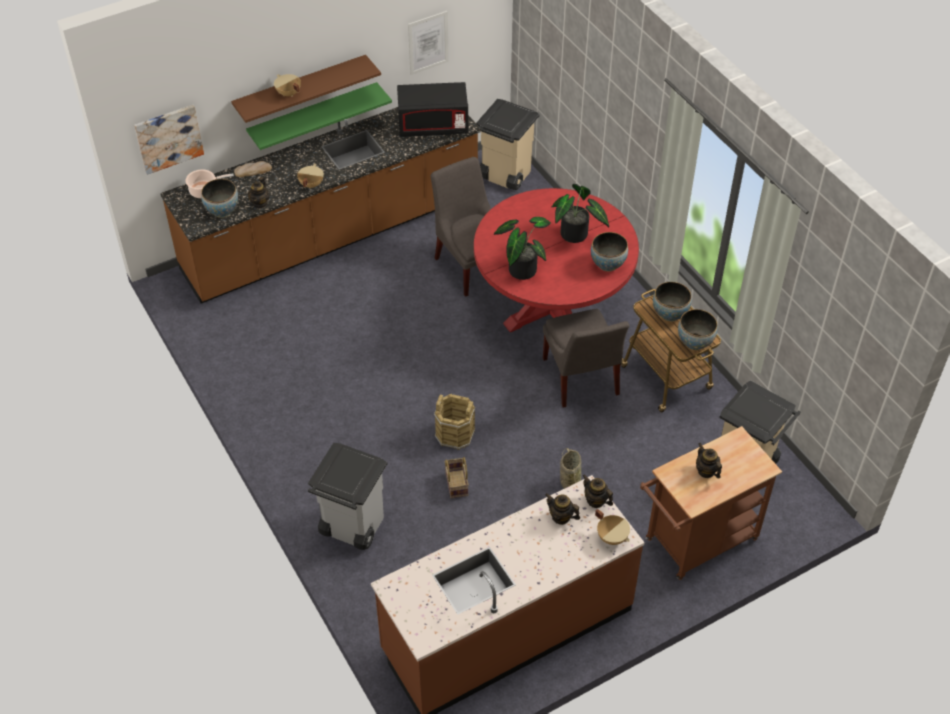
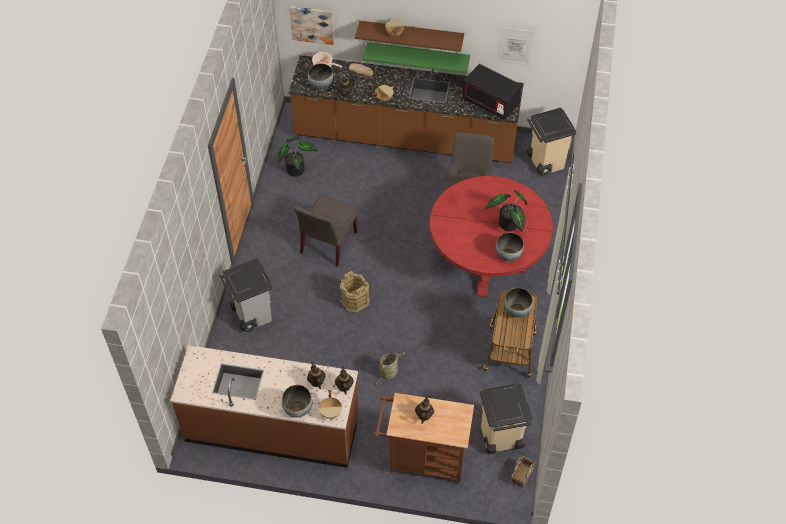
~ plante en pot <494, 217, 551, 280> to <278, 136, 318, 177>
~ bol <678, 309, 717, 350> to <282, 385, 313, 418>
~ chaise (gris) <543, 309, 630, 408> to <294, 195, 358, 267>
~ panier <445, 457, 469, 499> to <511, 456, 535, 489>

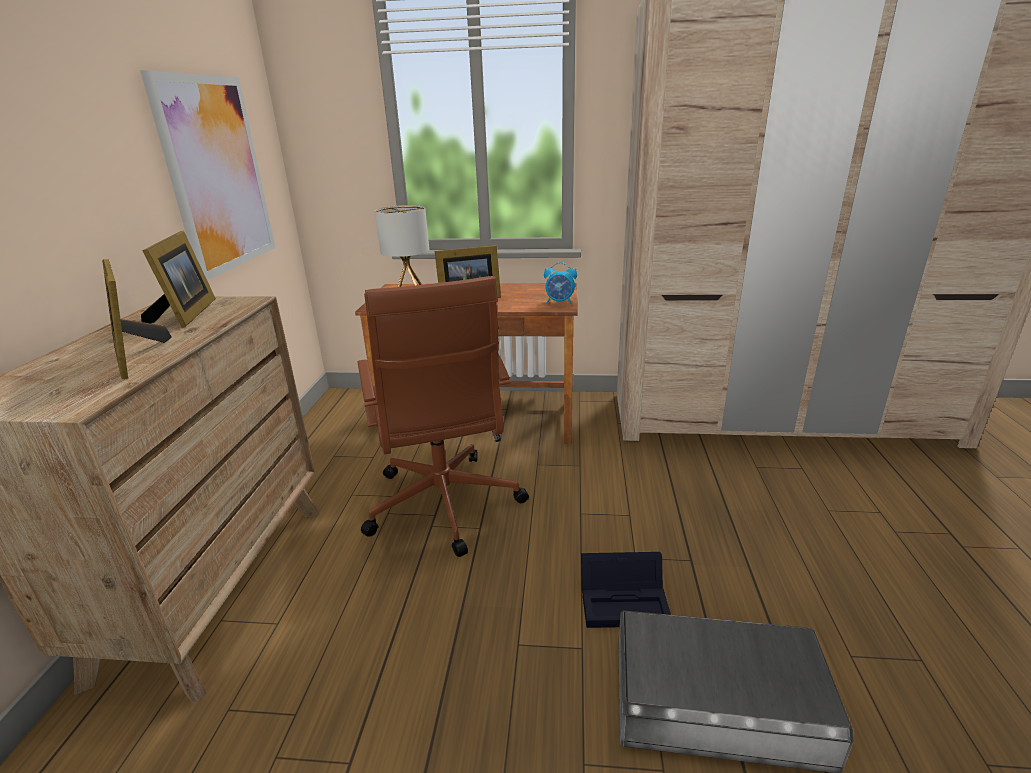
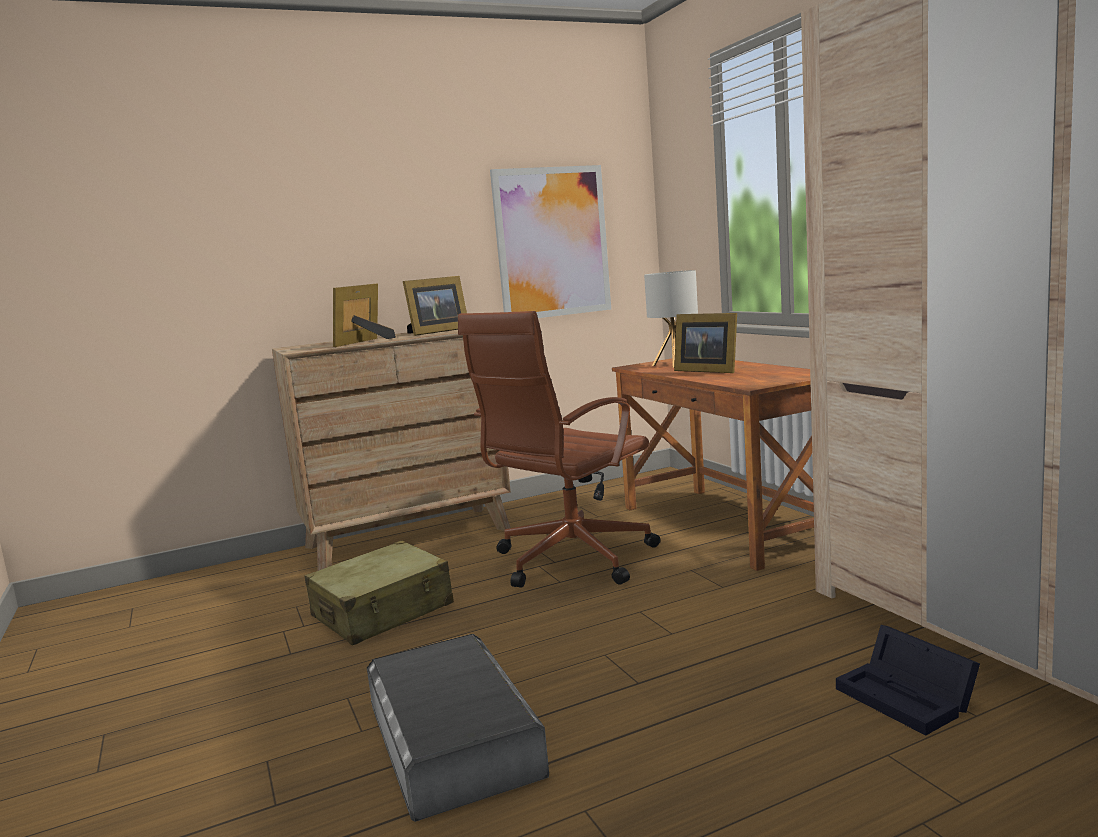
+ valise (beige) <304, 541, 454, 645>
~ boîte de rangement (noir) <581, 552, 671, 628> to <836, 625, 980, 736>
- réveil <544, 262, 577, 304>

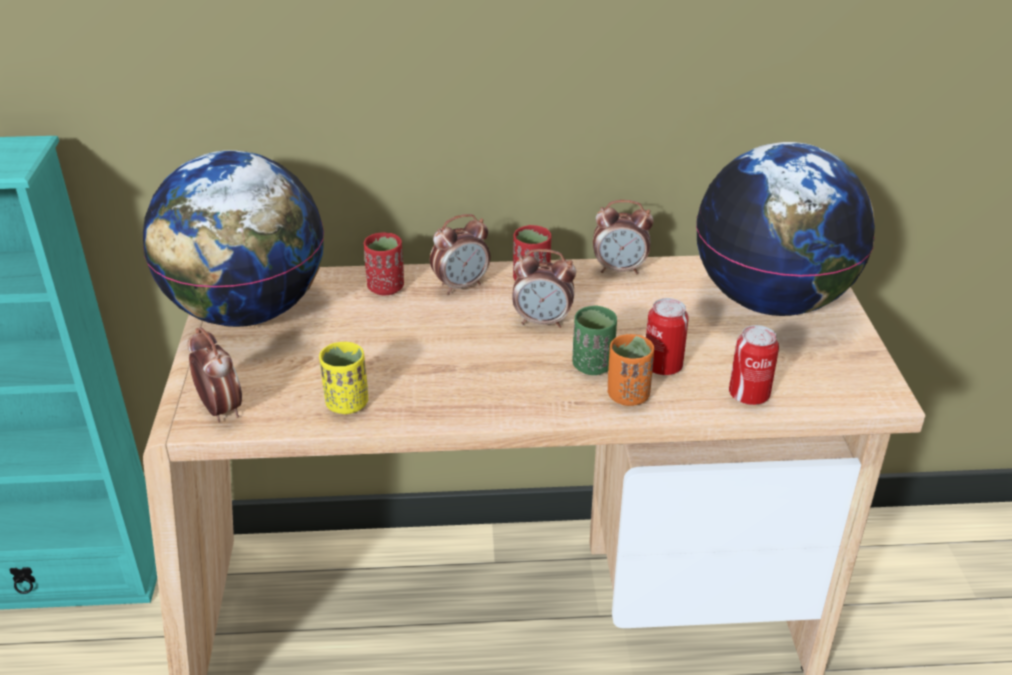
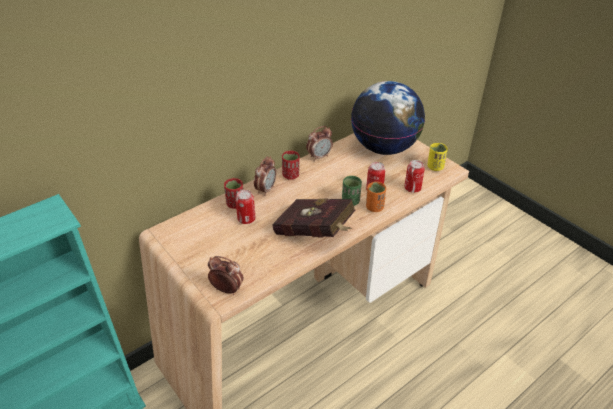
+ boîte métallique <235, 190, 255, 224>
+ livre (rouge) <272, 199, 355, 238>
~ tasse (jaune) <319, 342, 368, 414> to <427, 143, 448, 171>
- globe <143, 150, 324, 327>
- réveil <512, 249, 576, 328>

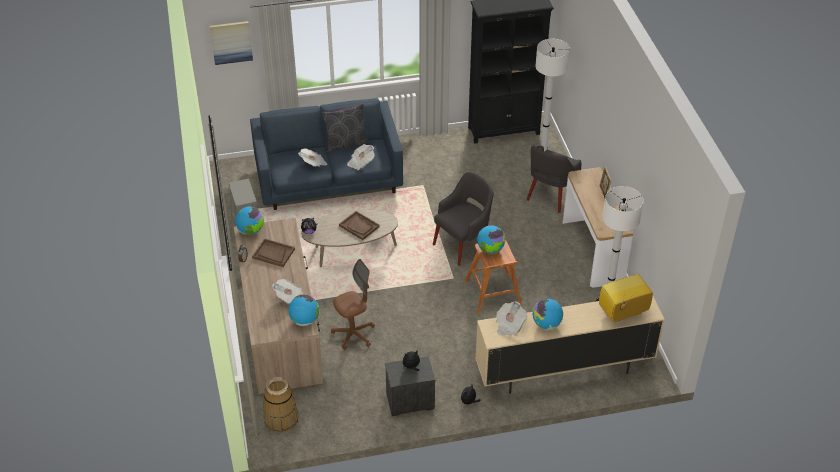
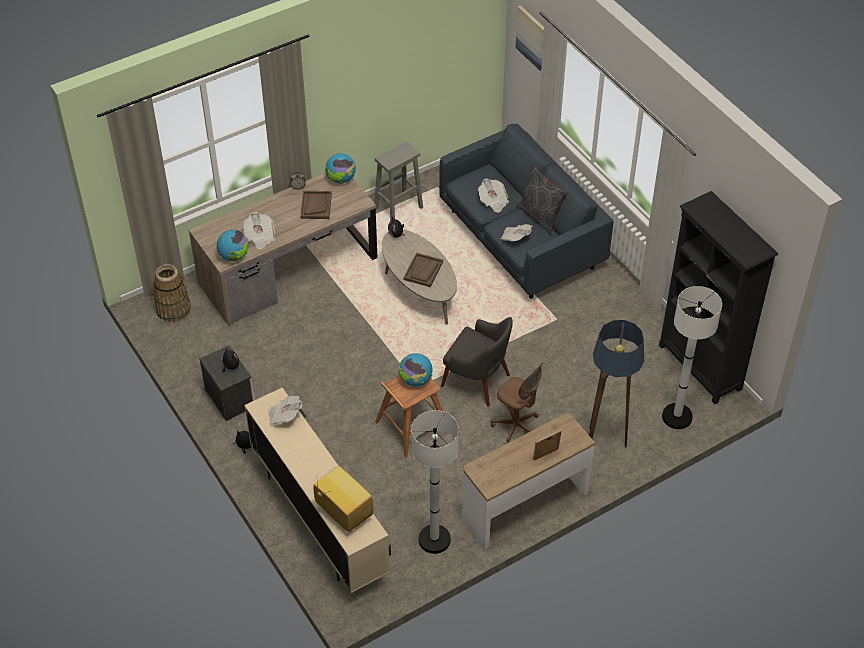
~ chaise de bureau (marron) <331, 259, 375, 350> to <490, 363, 543, 444>
~ fauteuil (gris) <526, 145, 581, 213> to lampadaire <589, 320, 644, 447>
- globe <532, 299, 563, 330>

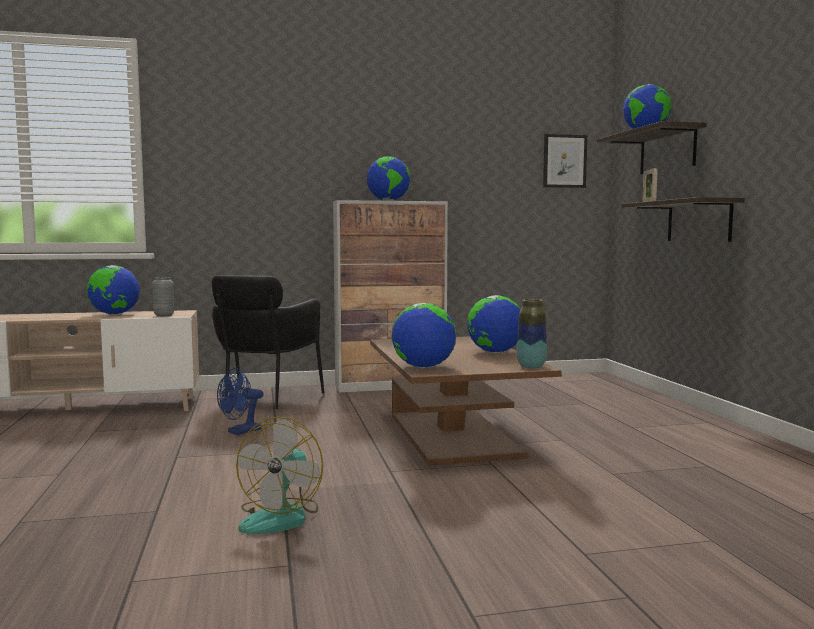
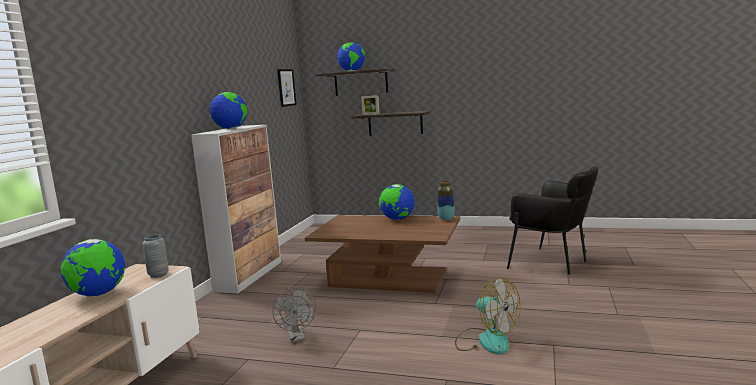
~ ventilateur (bleu) <217, 368, 264, 435> to ventilateur (gris) <272, 288, 316, 343>
~ fauteuil (noir) <212, 275, 325, 409> to <507, 166, 598, 275>
- globe <391, 303, 456, 368>

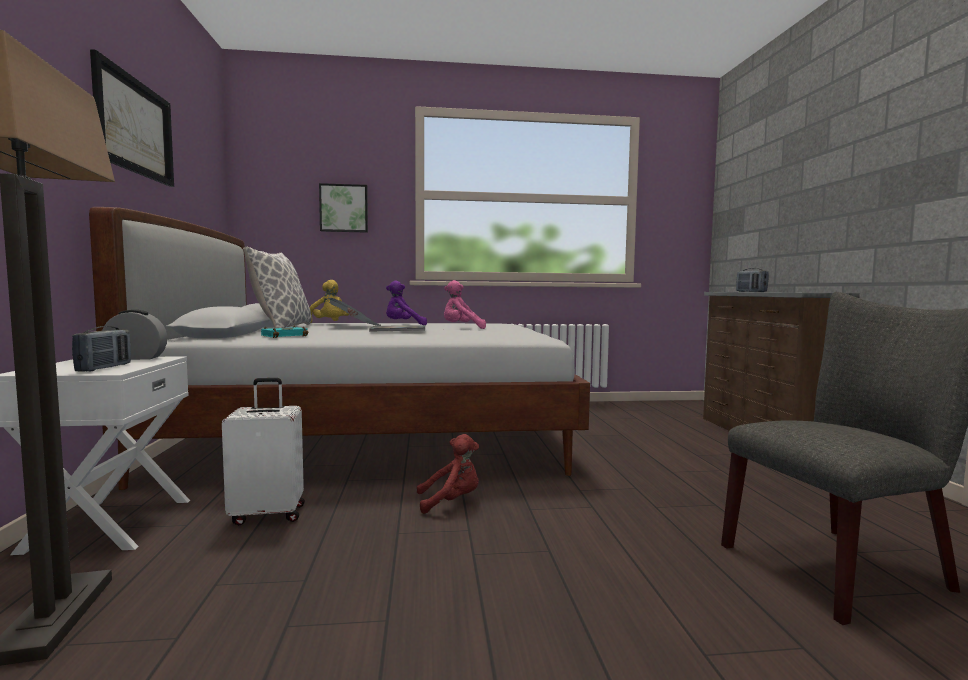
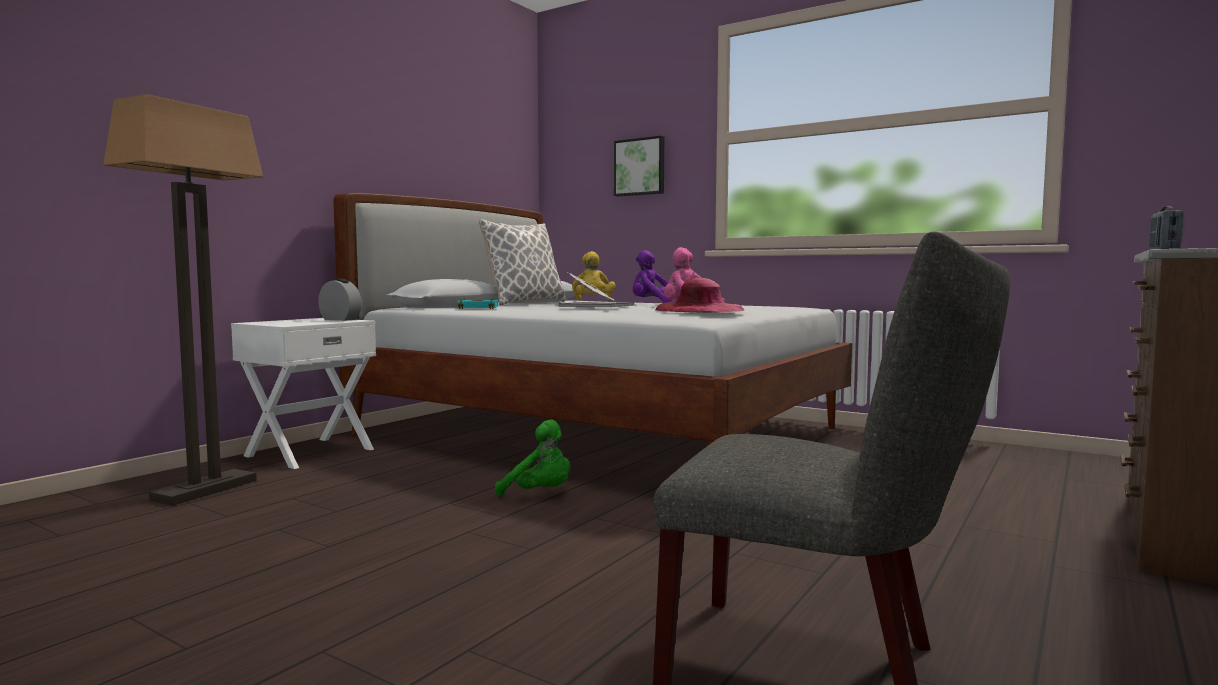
~ peluche (rouge) <417, 434, 479, 514> to peluche (vert) <495, 419, 571, 496>
+ chapeau (rose) <655, 278, 744, 312>
- radio <72, 326, 131, 372>
- tableau <90, 49, 174, 187>
- valise (blanc) <222, 378, 305, 525>

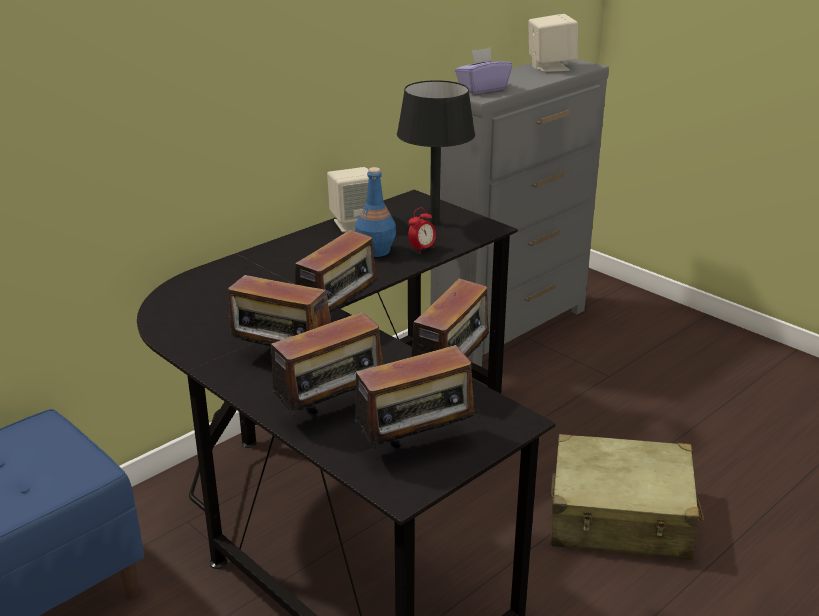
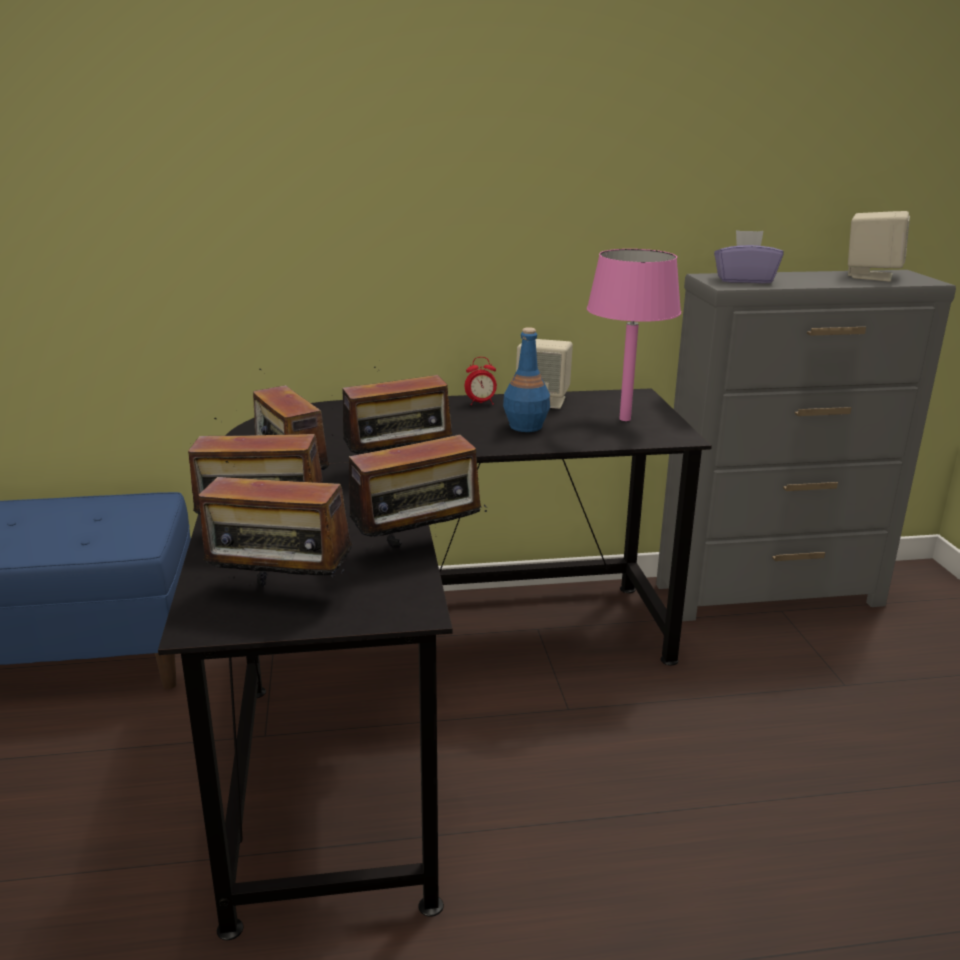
~ réveil <408, 208, 436, 254> to <465, 357, 497, 406>
~ lampe de table (noir) <397, 80, 475, 225> to lampe de table (rose) <587, 249, 681, 421>
- valise (beige) <550, 434, 704, 560>

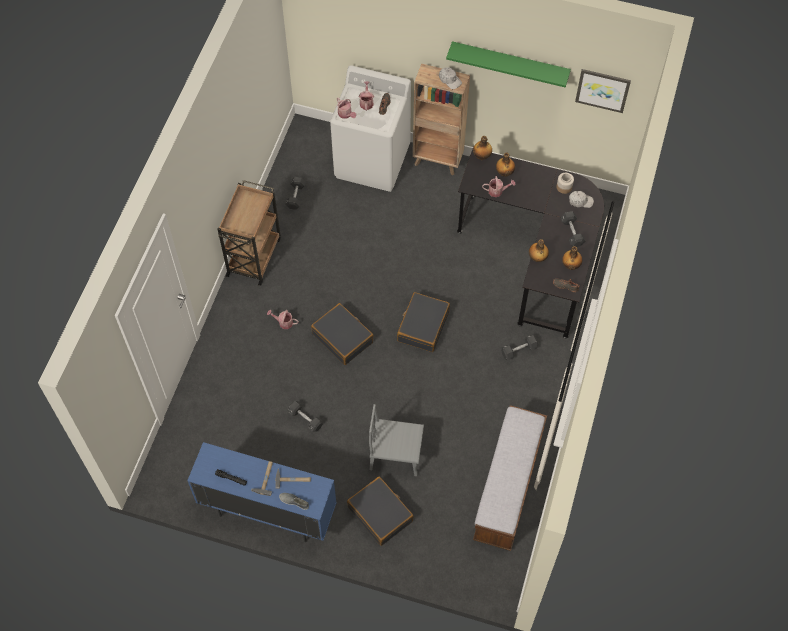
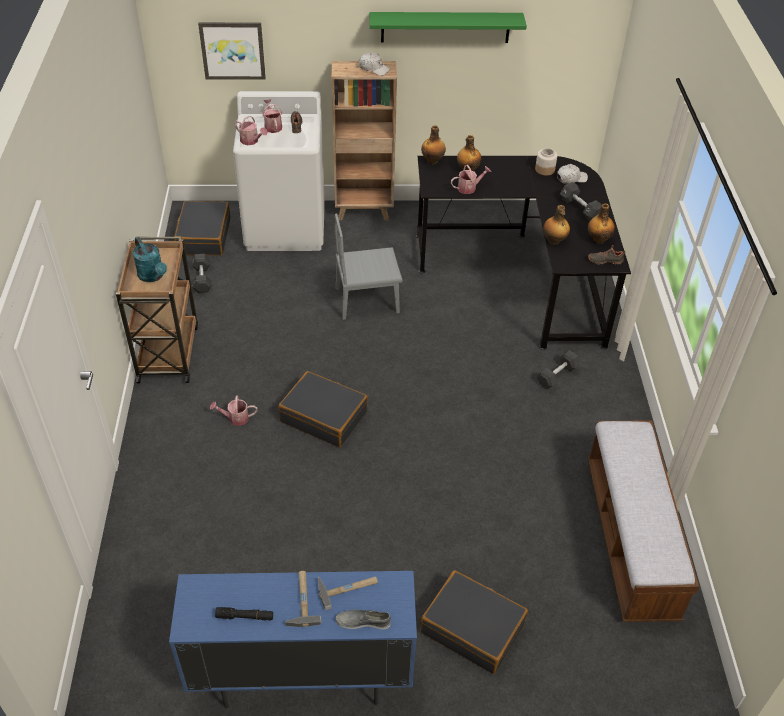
+ arrosoir (turquoise) <133, 237, 167, 282>
~ valise (noir) <397, 292, 450, 352> to <174, 201, 230, 256>
~ tableau <575, 69, 631, 113> to <198, 22, 266, 80>
~ chaise (gris) <369, 404, 424, 476> to <335, 213, 403, 320>
- haltère (noir) <288, 401, 323, 432>

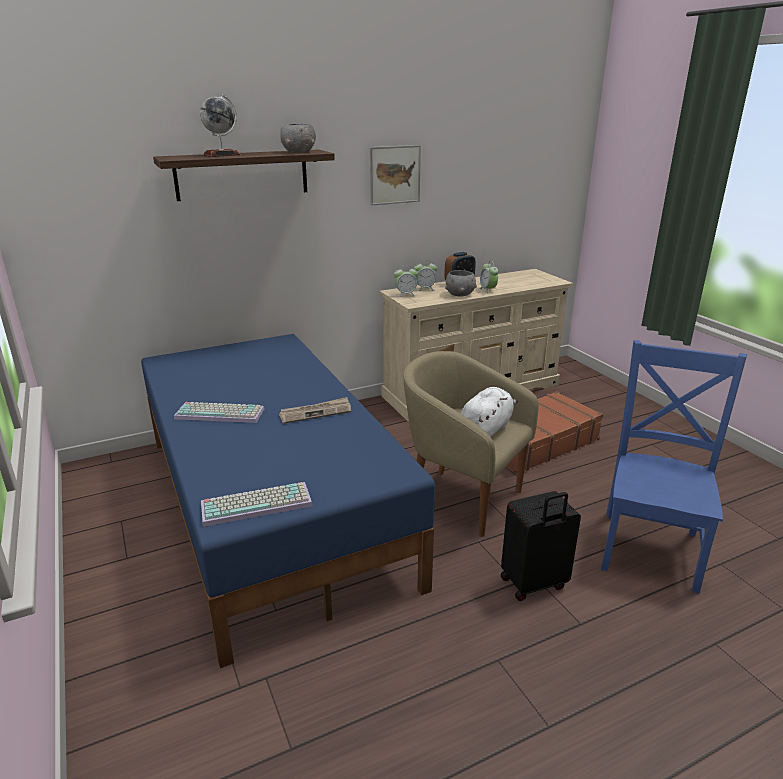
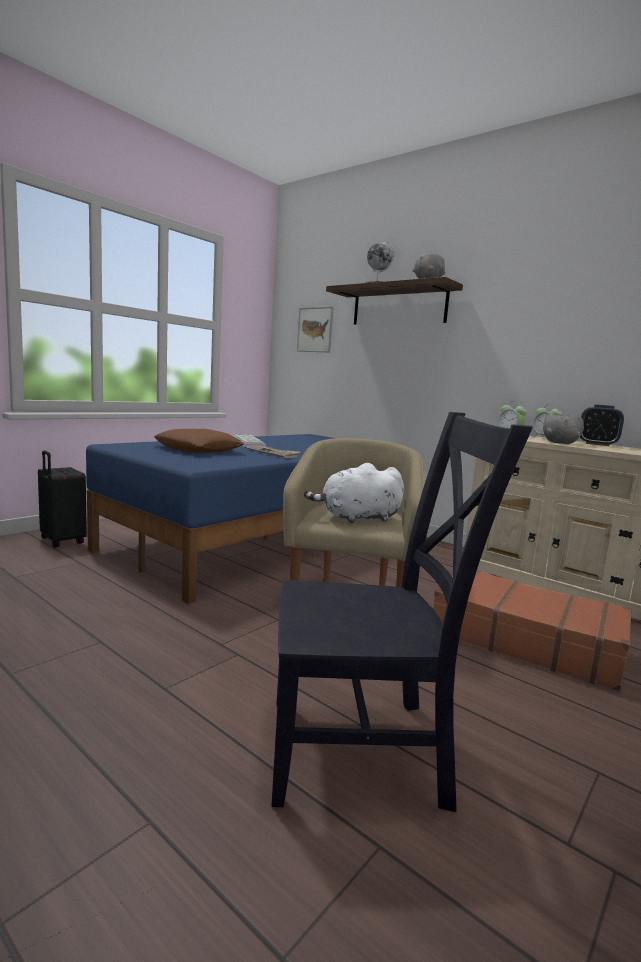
~ valise (noir) <501, 491, 581, 601> to <38, 450, 87, 548>
+ coussin (marron) <154, 429, 244, 453>
~ chaise (bleu) <601, 340, 747, 594> to chaise (noir) <272, 412, 533, 812>
~ tableau <370, 145, 421, 205> to <297, 306, 334, 352>
~ peluche (blanc) <461, 387, 518, 437> = <304, 463, 404, 524> 150 degrees clockwise
- clavier <201, 482, 313, 527>
- réveil <479, 261, 498, 294>

